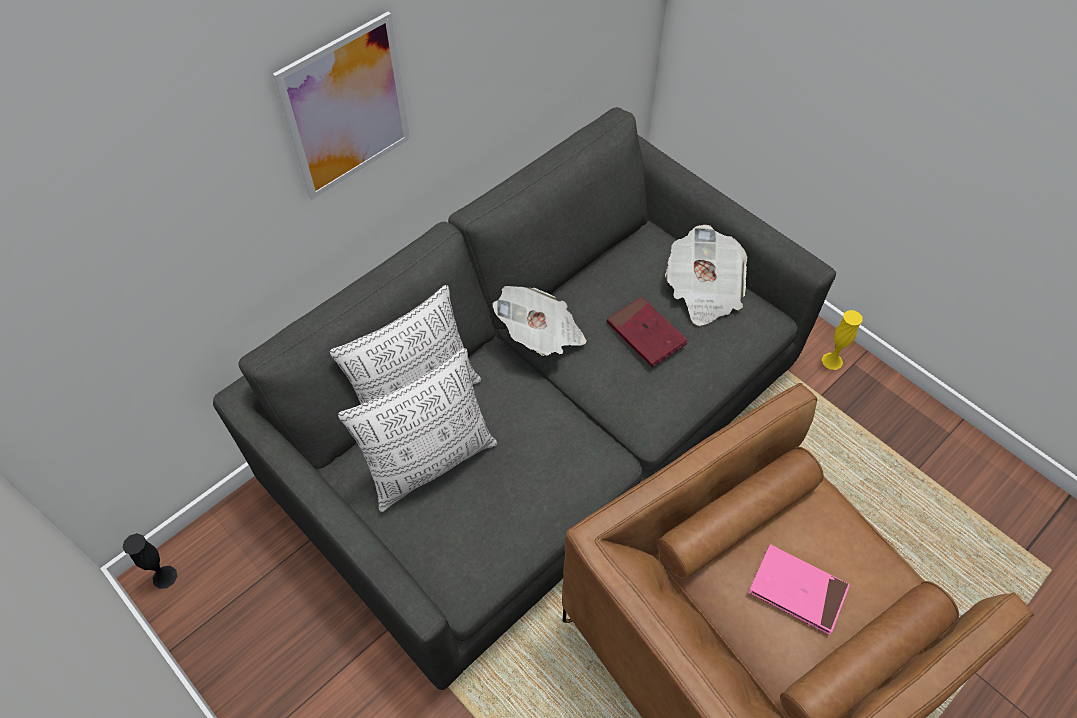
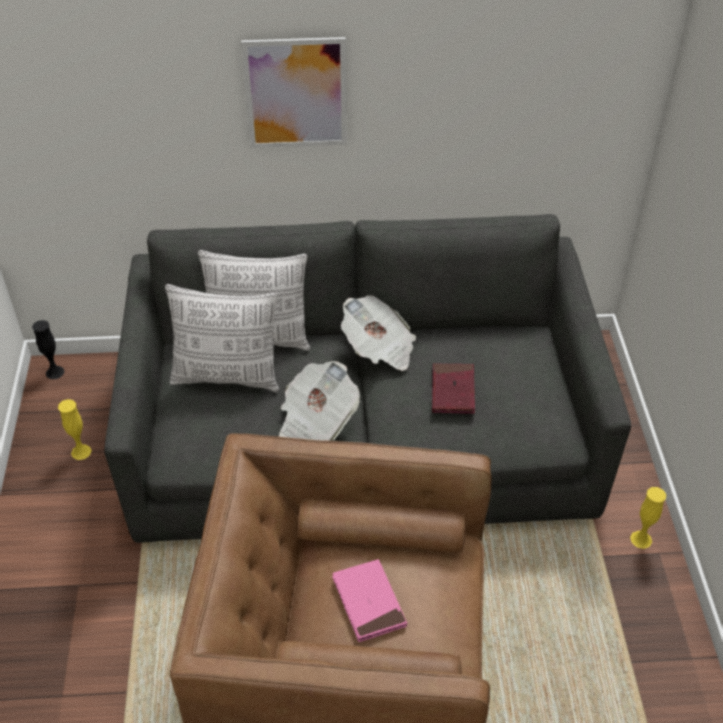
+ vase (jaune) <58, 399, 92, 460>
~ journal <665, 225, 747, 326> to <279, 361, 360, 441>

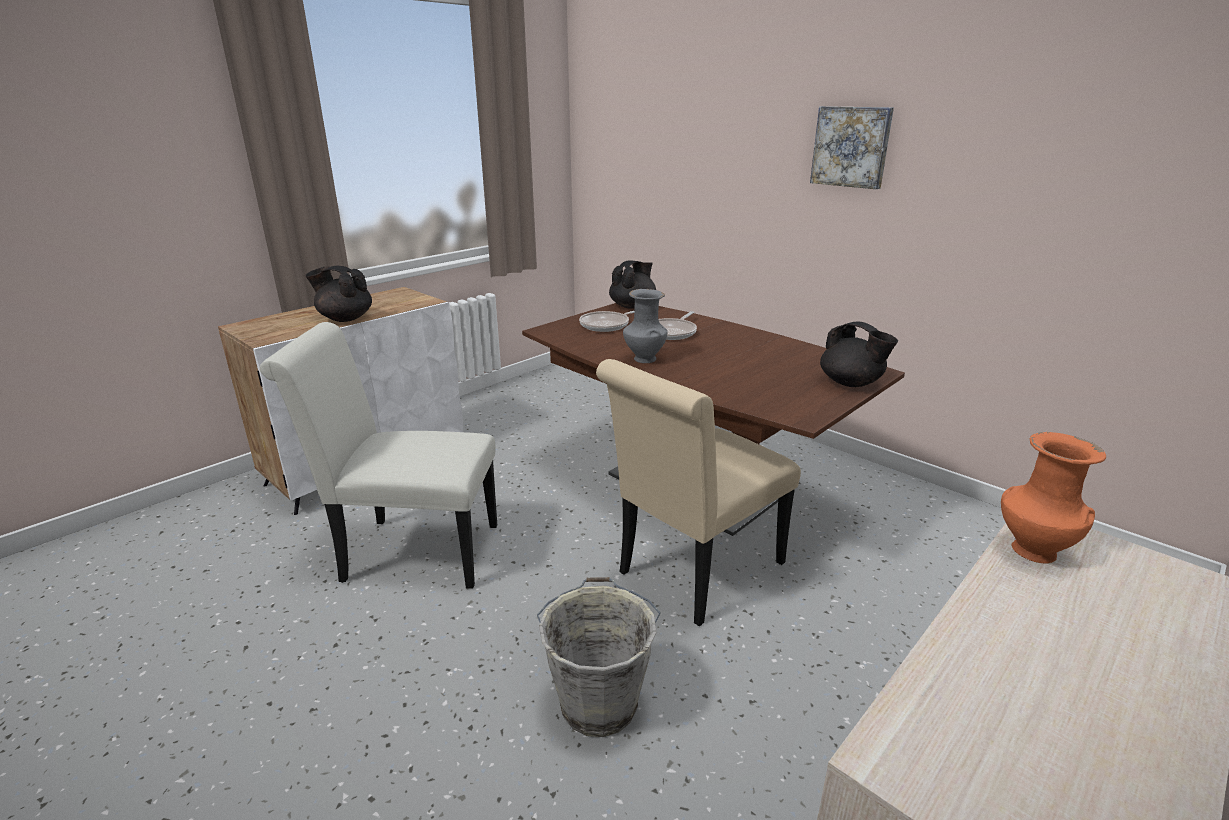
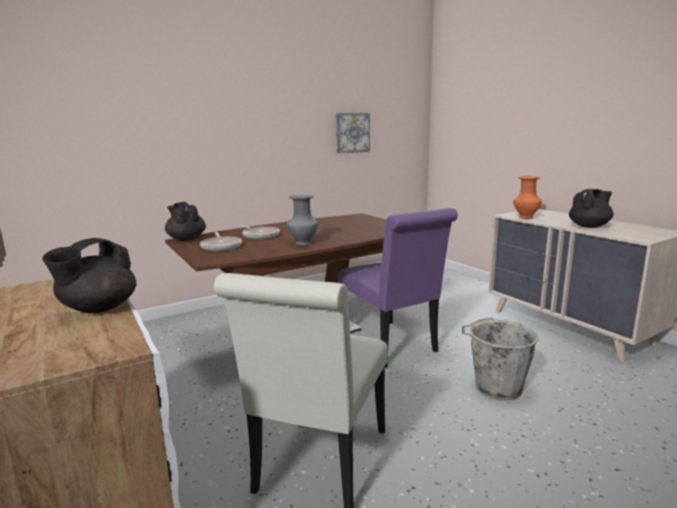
~ tableau <810, 106, 894, 189> to <336, 113, 370, 153>
~ chaise (beige) <596, 359, 801, 626> to chaise (violet) <338, 208, 458, 368>
~ théière (noir) <820, 321, 898, 387> to <569, 189, 613, 228>

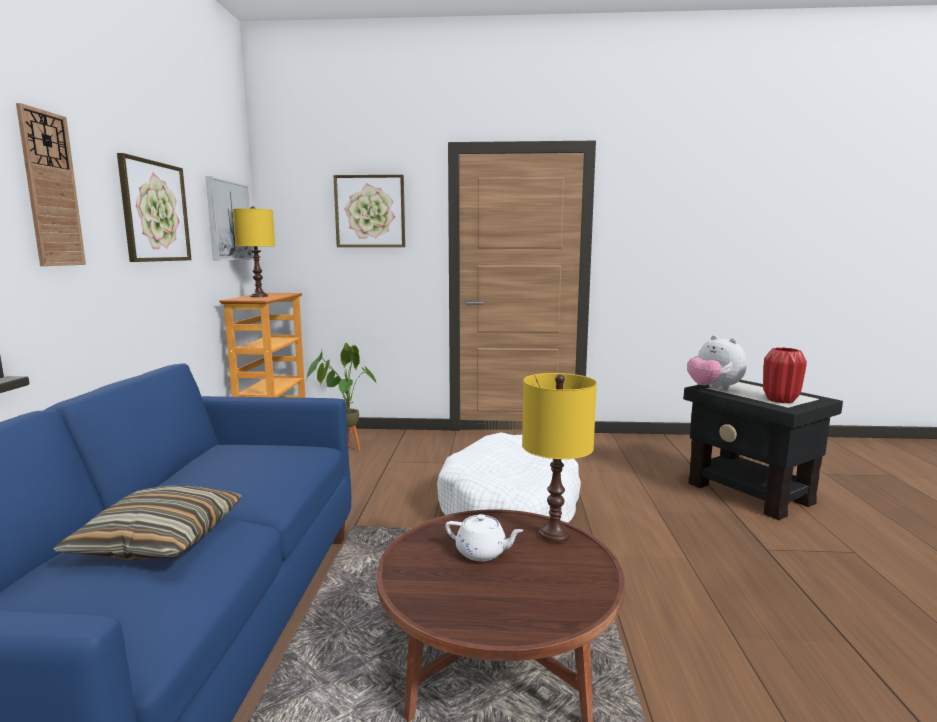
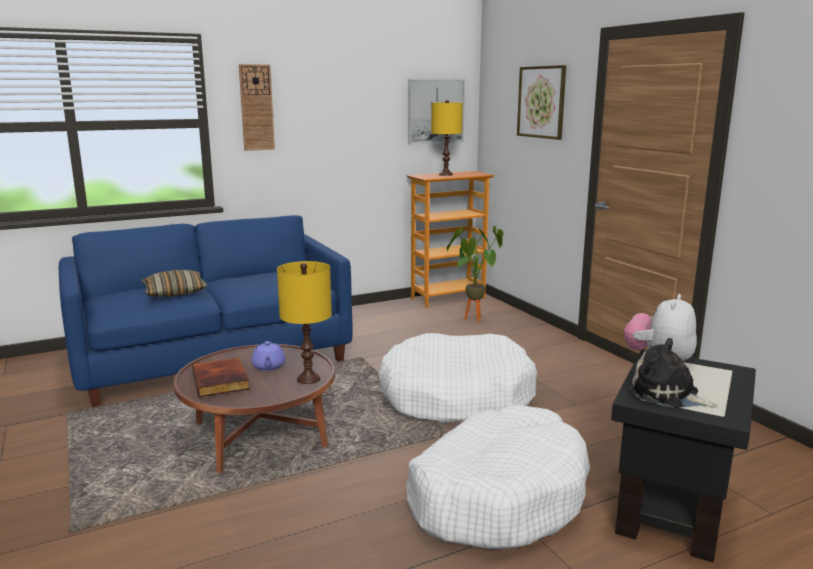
+ livre <192, 357, 250, 397>
~ théière (blanc) <445, 514, 524, 561> to théière (violet) <251, 341, 285, 371>
+ panier pour chien (blanc) <406, 405, 590, 549>
~ vase (rouge) <763, 347, 807, 403> to peluche <629, 338, 719, 408>
- tableau <117, 153, 192, 262>

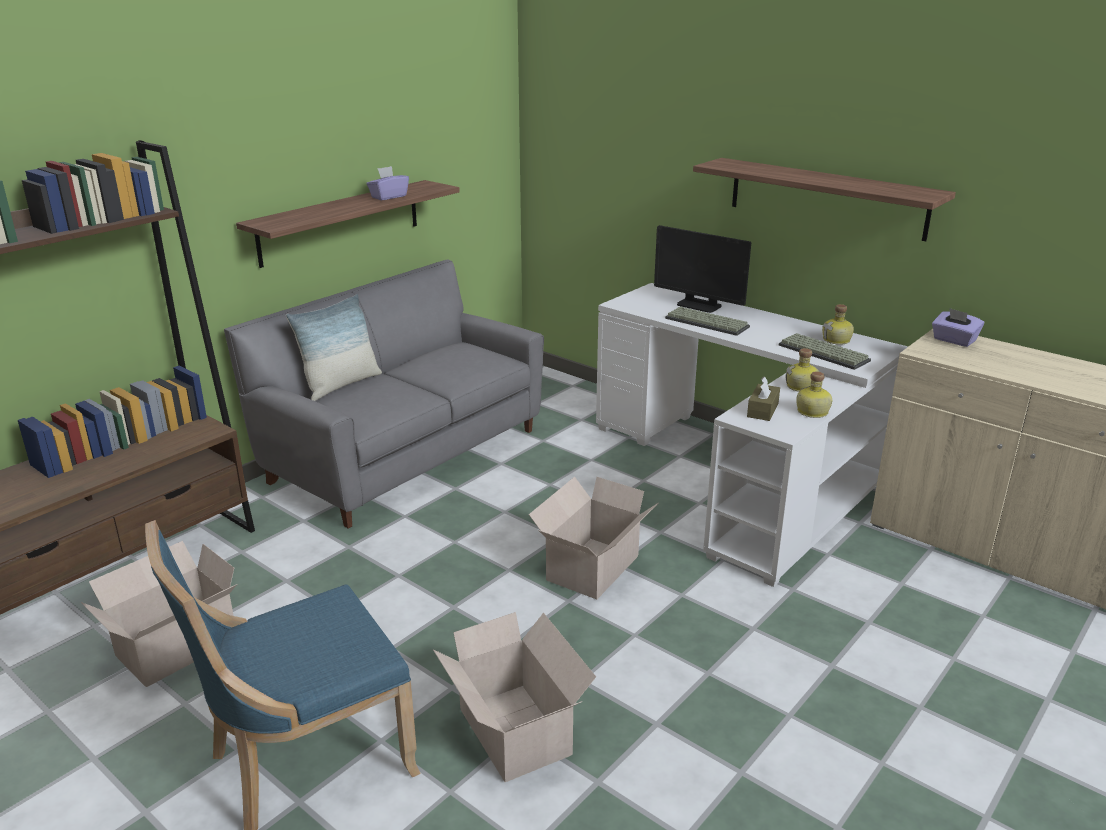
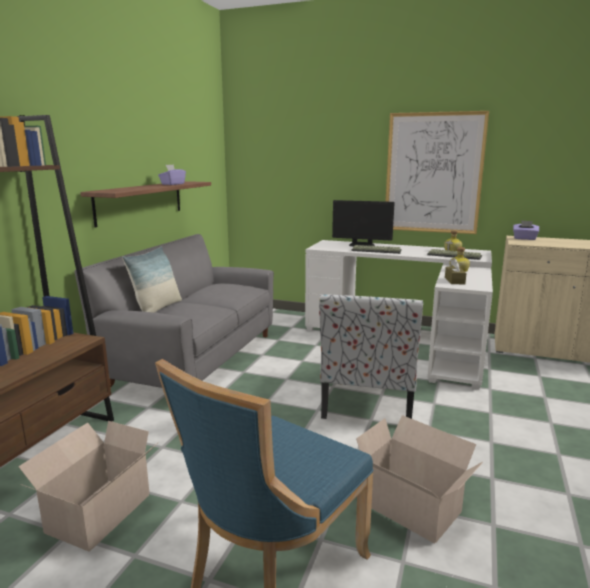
~ carton <529, 477, 658, 599> to chaise <319, 294, 423, 419>
~ étagère <693, 158, 956, 241> to tableau <385, 111, 489, 234>
- bouteille <796, 371, 832, 418>

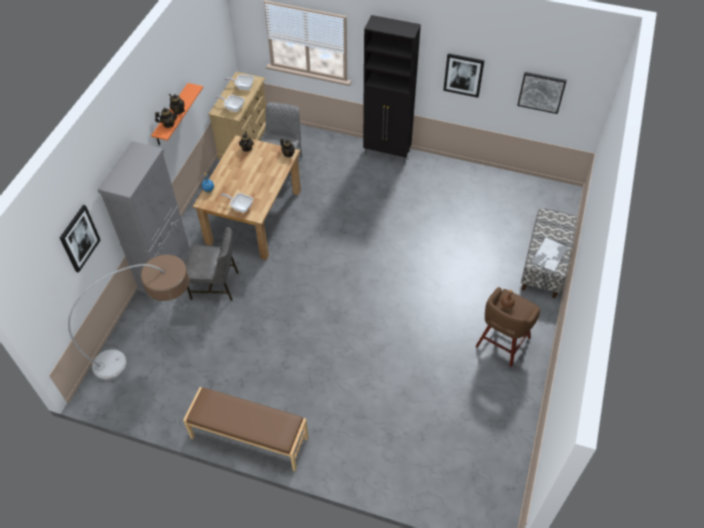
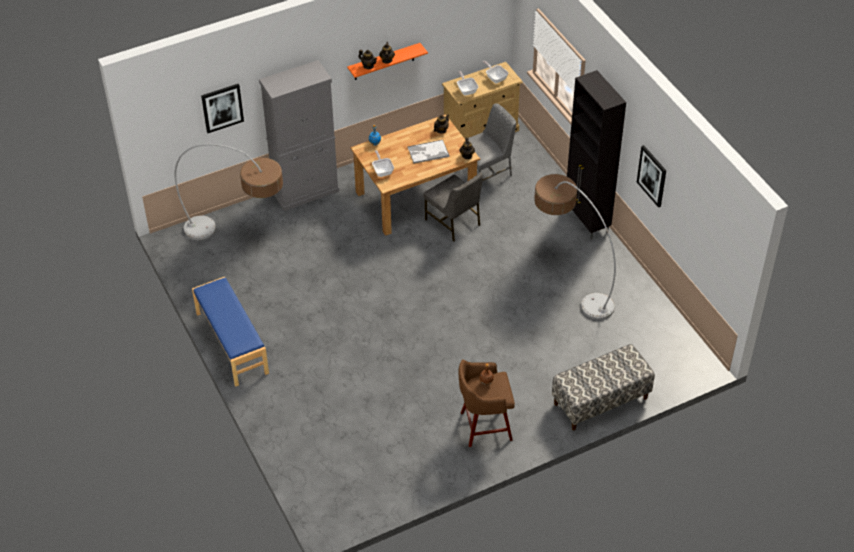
~ banc (marron) <183, 387, 309, 471> to banc (bleu) <192, 277, 269, 387>
~ plateau <531, 237, 568, 273> to <407, 140, 450, 164>
~ chaise (gris) <186, 227, 239, 301> to <423, 172, 483, 242>
+ lampadaire <534, 174, 616, 320>
- tableau <517, 72, 567, 114>

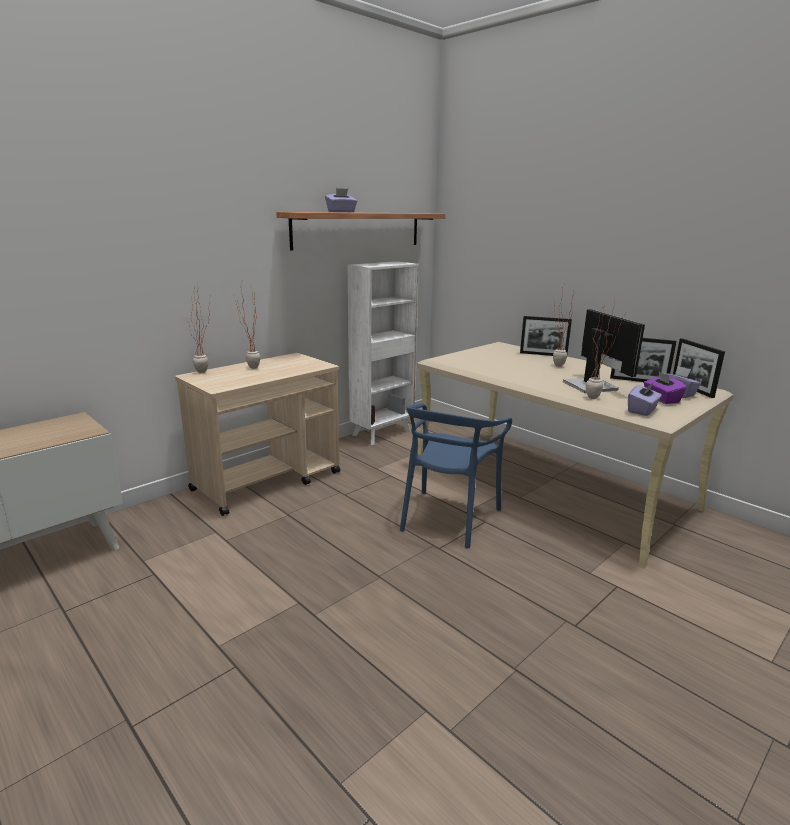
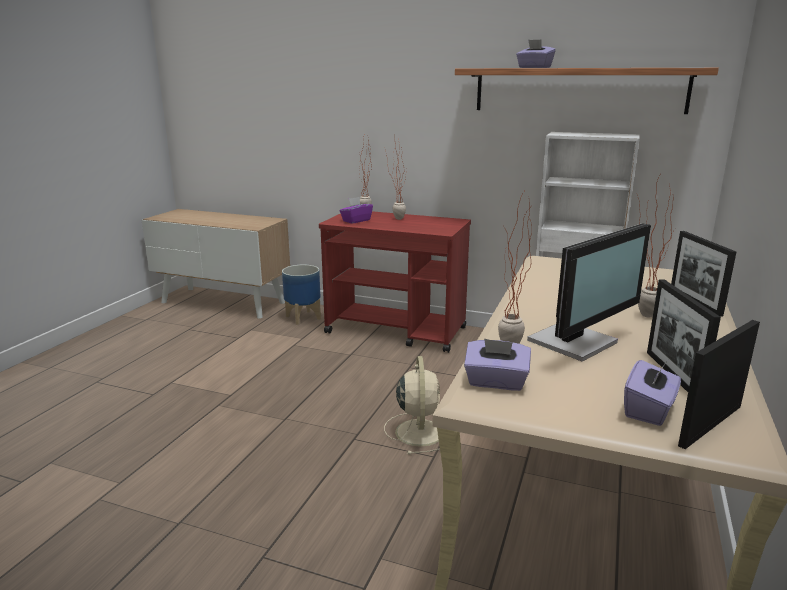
+ cache-pot <282, 265, 321, 325>
~ chariot (beige) <175, 353, 340, 516> to chariot (rouge) <319, 211, 471, 353>
~ boîte à mouchoirs (violet) <644, 372, 687, 404> to <340, 197, 373, 224>
~ chaise (bleu) <400, 403, 512, 549> to ventilateur (beige) <384, 356, 440, 454>

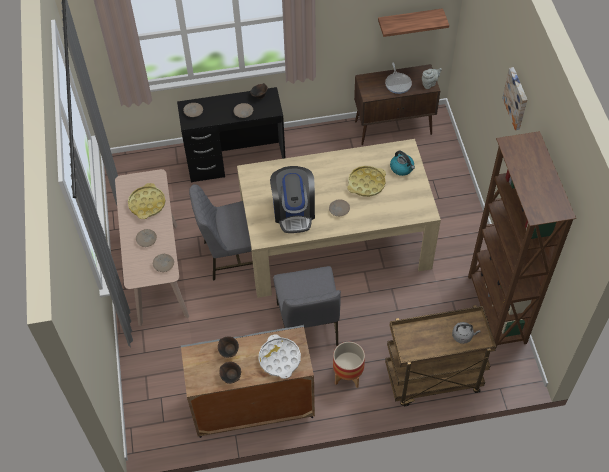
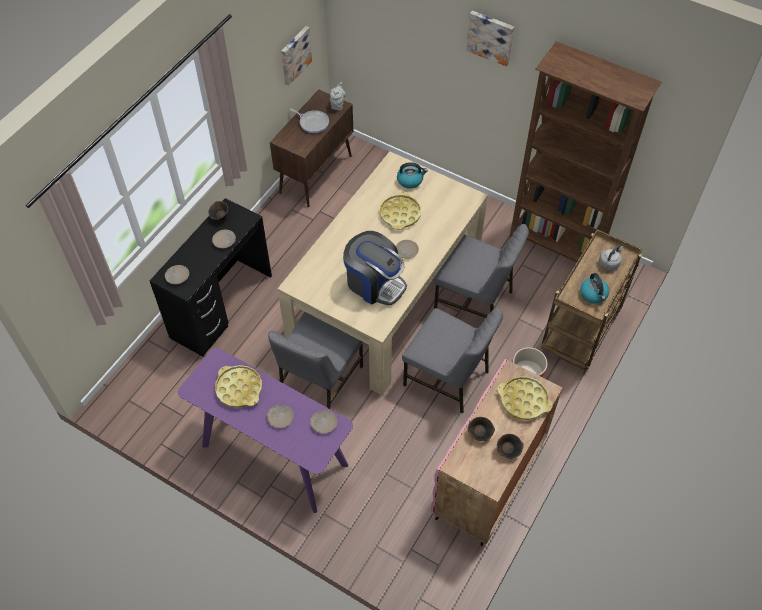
~ table console (beige) <115, 169, 189, 326> to table console (violet) <178, 348, 353, 513>
~ étagère <378, 8, 449, 37> to tableau <281, 26, 312, 86>
~ meuble de rangement (gris) <181, 325, 315, 438> to meuble de rangement (rose) <431, 359, 563, 546>
+ chaise (gris) <434, 224, 529, 318>
~ plateau (blanc) <258, 334, 301, 379> to plateau (jaune) <497, 376, 553, 420>
+ bouilloire <580, 273, 609, 304>

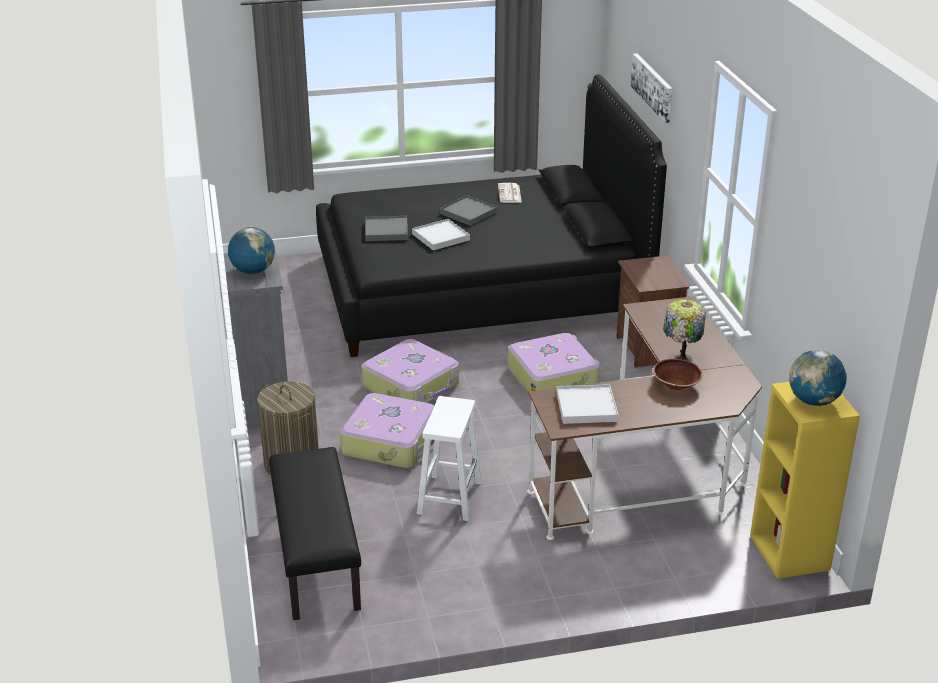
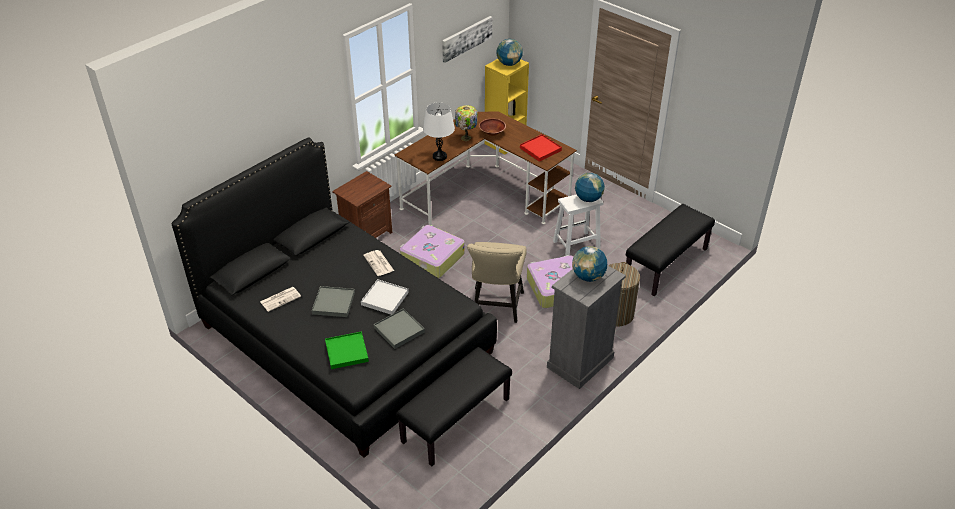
+ plateau (vert) <325, 331, 369, 369>
+ journal <363, 250, 394, 276>
+ banc (noir) <396, 347, 512, 466>
+ lampe de table (blanc) <423, 102, 455, 161>
~ tableau <631, 53, 673, 123> to <442, 16, 492, 63>
~ valise <361, 339, 459, 403> to chaise (beige) <467, 242, 527, 323>
~ plateau (blanc) <556, 384, 618, 424> to plateau (rouge) <520, 134, 562, 162>
+ globe <575, 173, 605, 202>

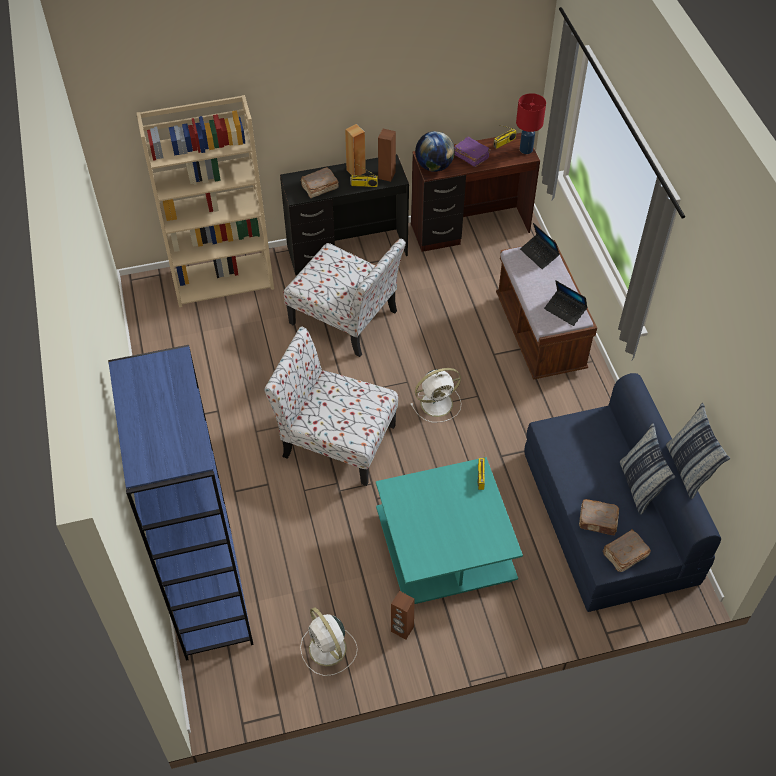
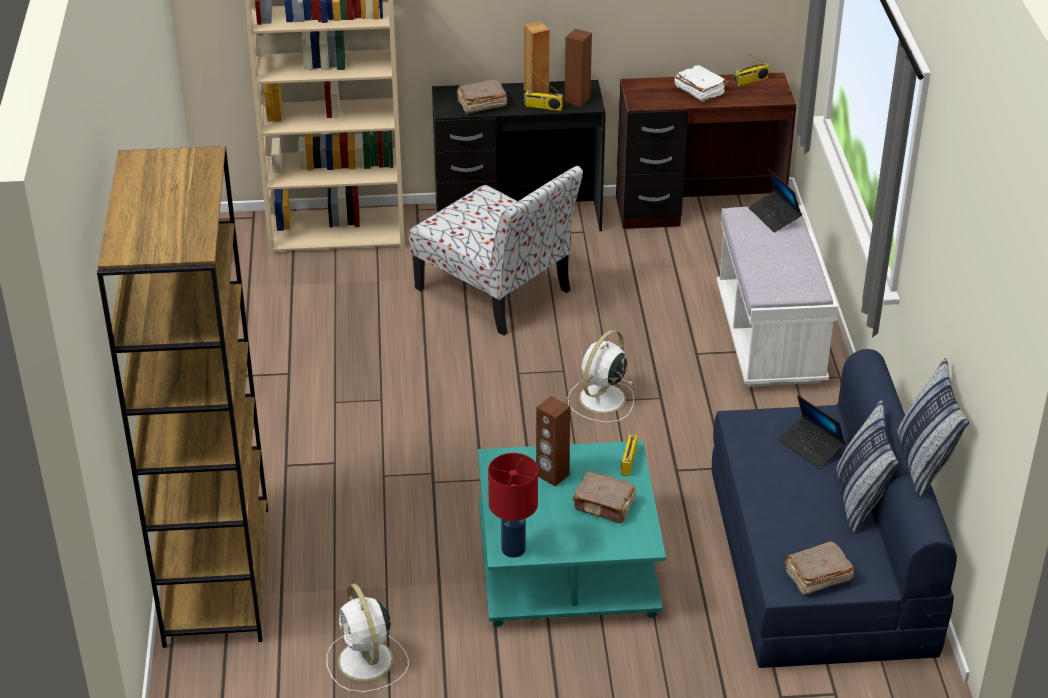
~ bibliothèque (bleu) <108, 345, 254, 661> to bibliothèque (marron) <97, 146, 268, 648>
~ lampe de table (rouge) <516, 93, 546, 154> to <488, 453, 538, 558>
~ enceinte (marron) <391, 591, 415, 640> to <536, 396, 570, 486>
~ ventilateur (blanc) <410, 368, 461, 423> = <567, 330, 634, 422> 135 degrees clockwise
~ livre (marron) <579, 499, 619, 535> to <573, 472, 636, 523>
~ livre (violet) <455, 137, 491, 167> to livre (blanc) <674, 65, 727, 102>
~ banc (marron) <496, 240, 597, 380> to banc (blanc) <716, 205, 838, 387>
~ ordinateur portable <544, 280, 587, 326> to <779, 395, 845, 469>
- chaise <264, 327, 398, 486>
- globe <415, 131, 455, 172>

